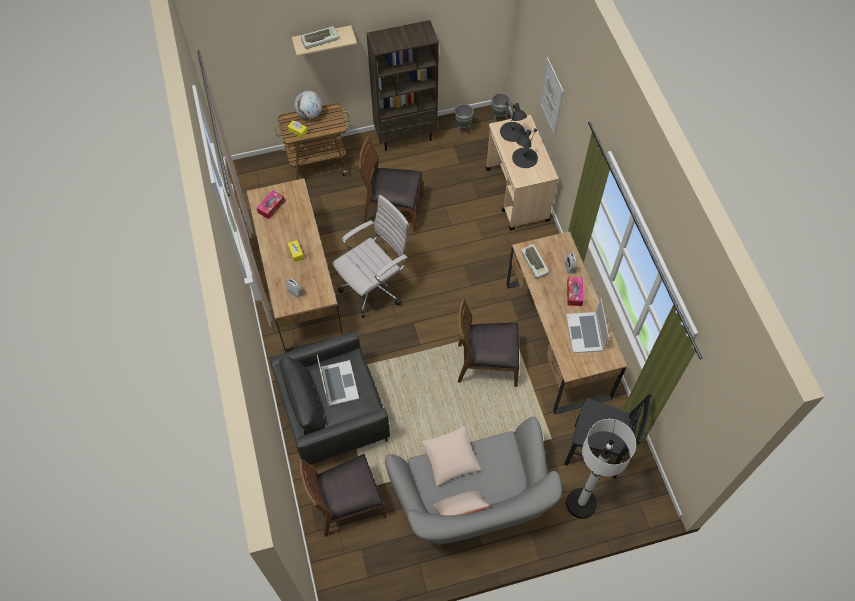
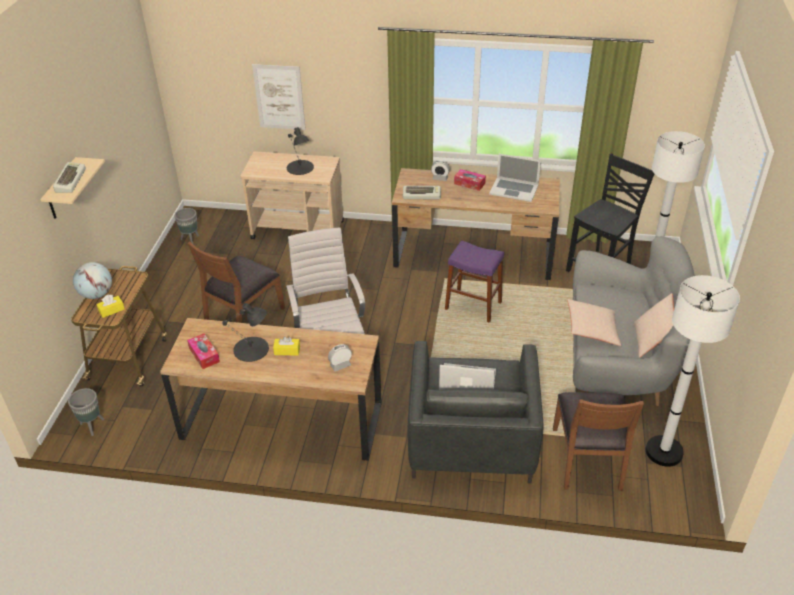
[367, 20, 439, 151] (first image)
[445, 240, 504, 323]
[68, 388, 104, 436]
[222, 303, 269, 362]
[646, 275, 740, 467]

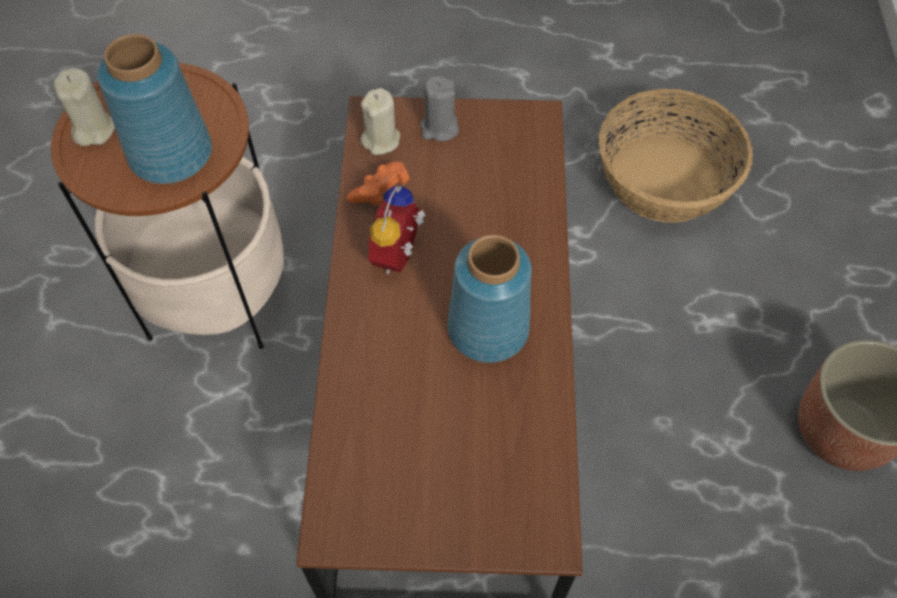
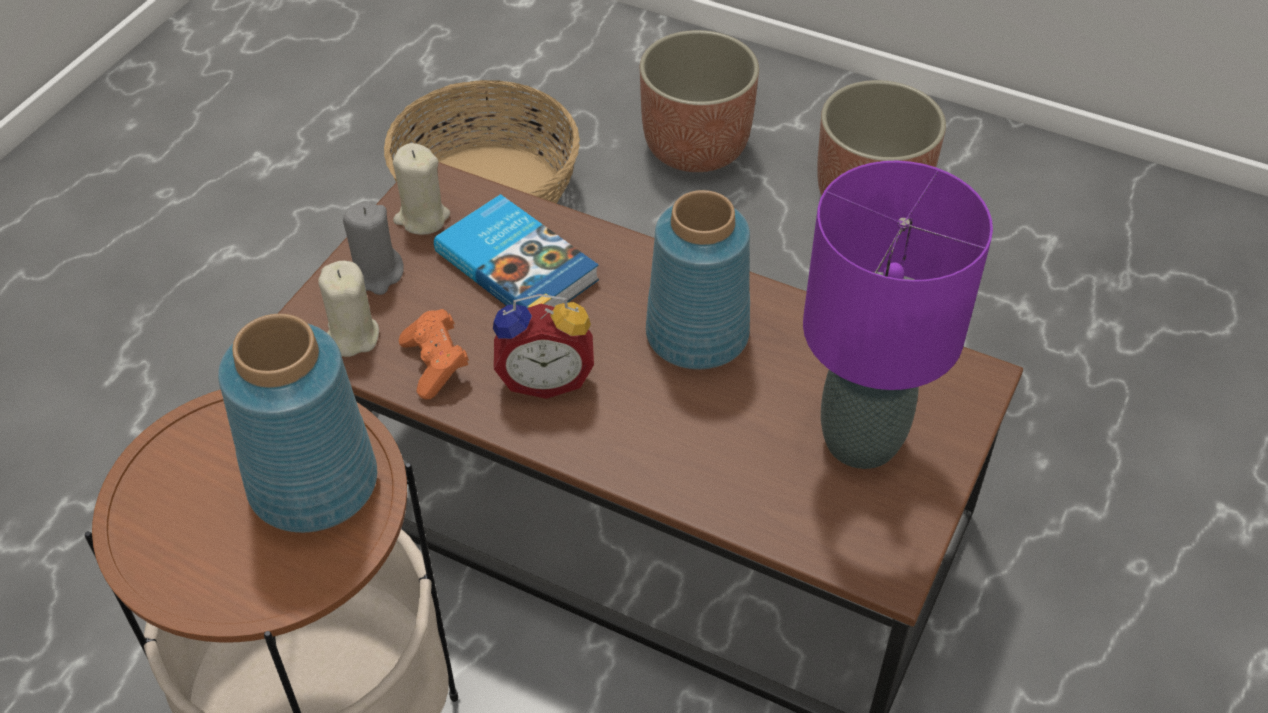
[393, 143, 450, 235]
[493, 294, 594, 399]
[434, 194, 599, 308]
[640, 30, 759, 172]
[803, 161, 993, 469]

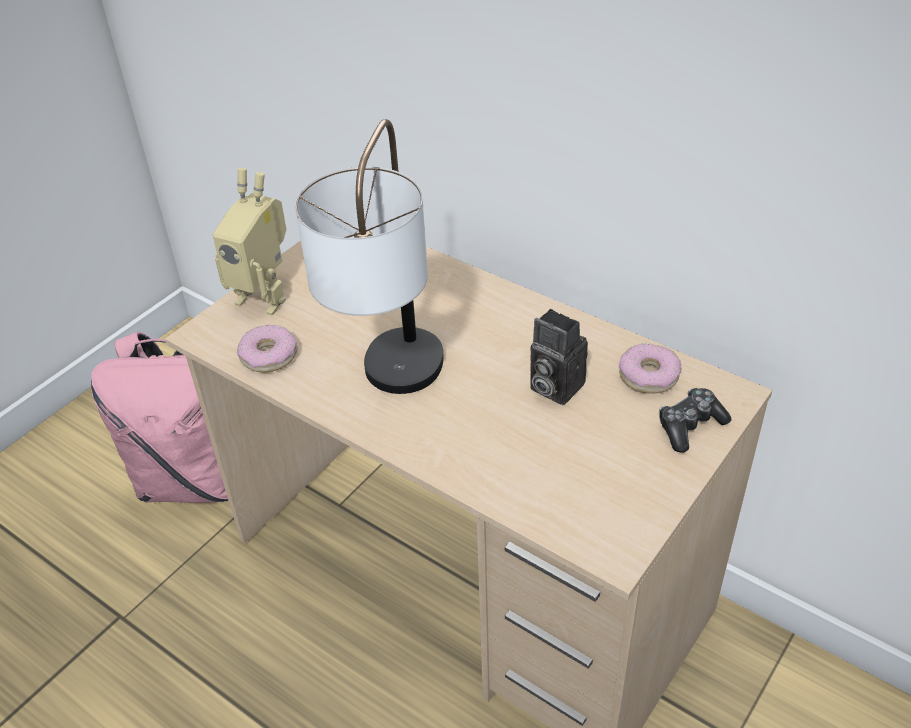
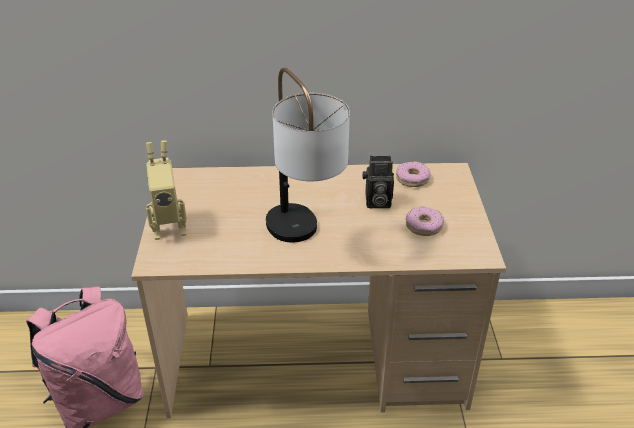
[406, 207, 444, 236]
[659, 388, 732, 453] (first image)

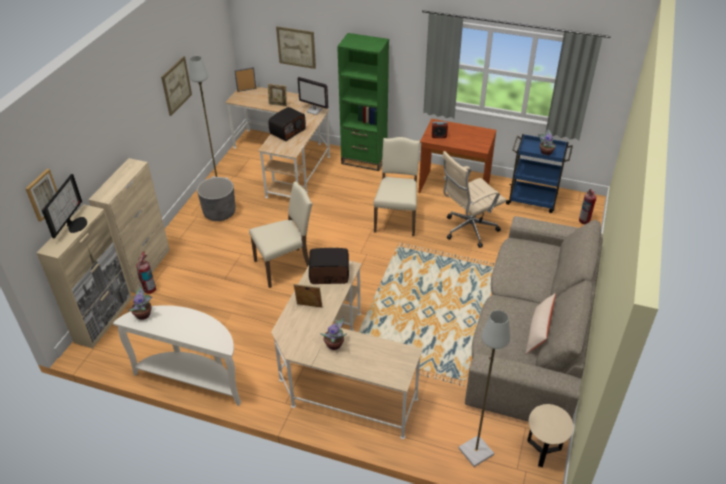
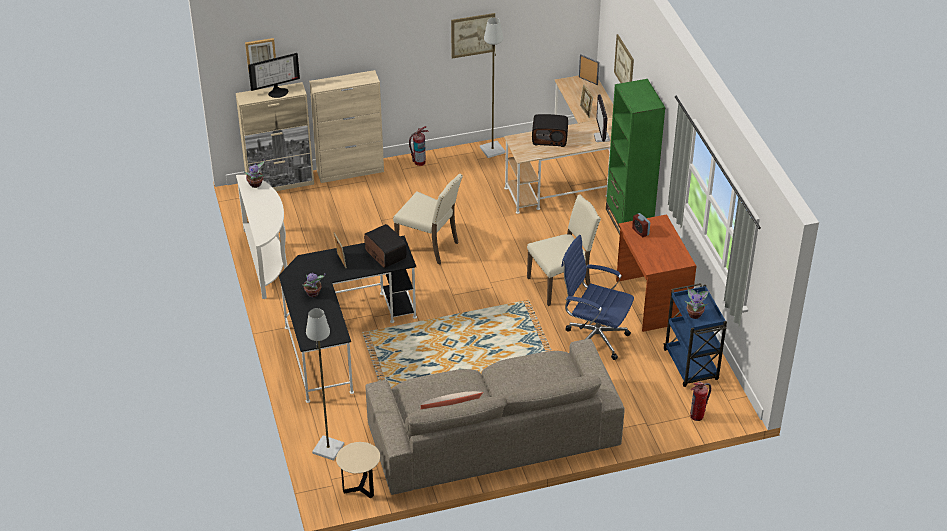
[409, 126, 429, 166]
[197, 177, 236, 221] (first image)
[279, 236, 417, 403]
[561, 235, 634, 360]

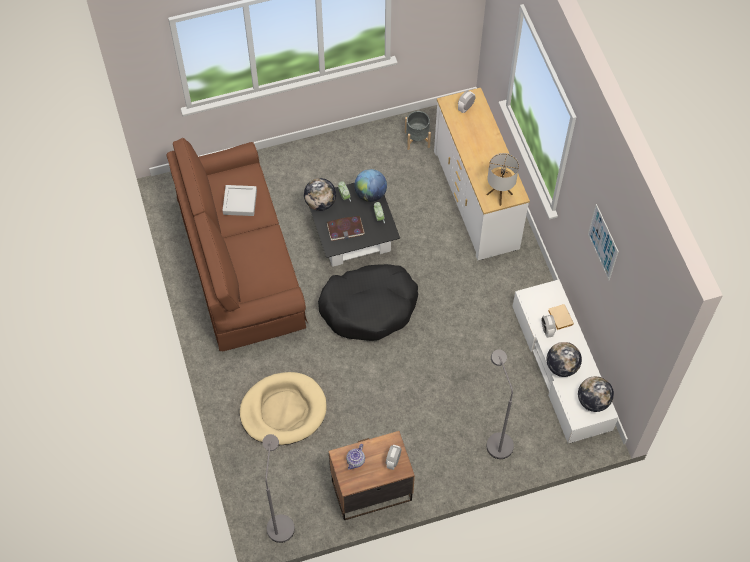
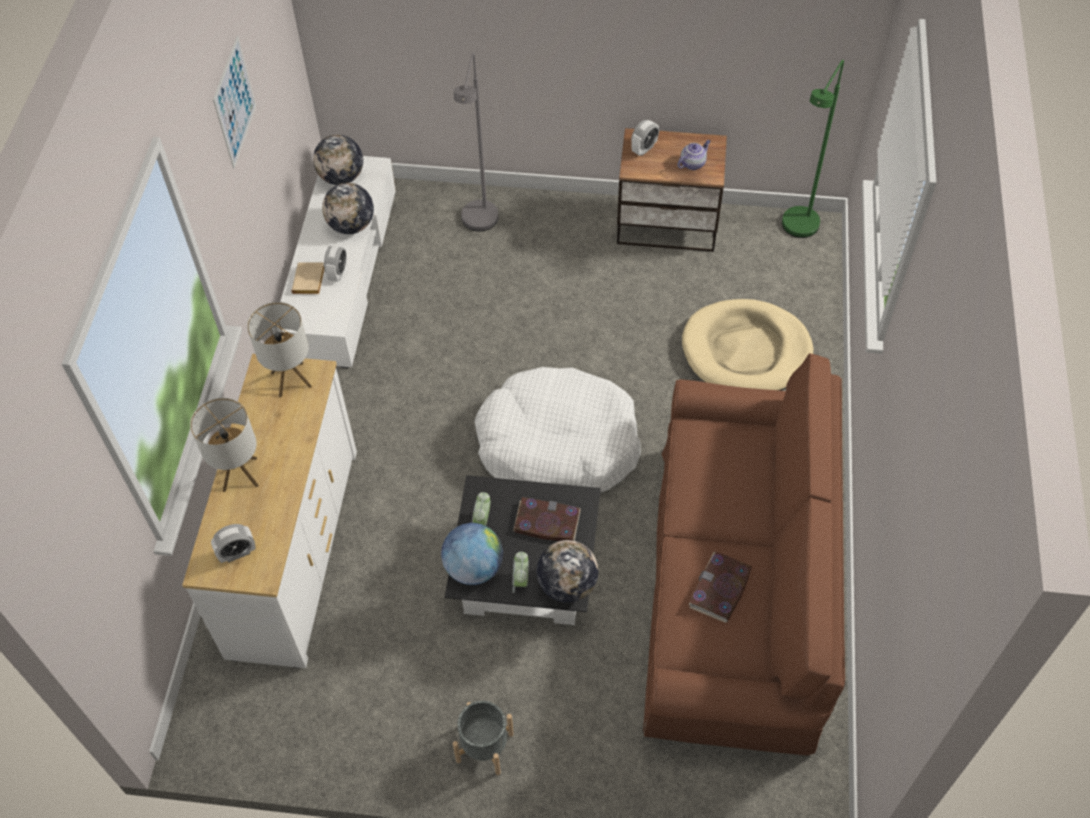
[688, 552, 752, 623]
[782, 60, 844, 238]
[474, 367, 641, 493]
[453, 701, 514, 775]
[190, 398, 259, 492]

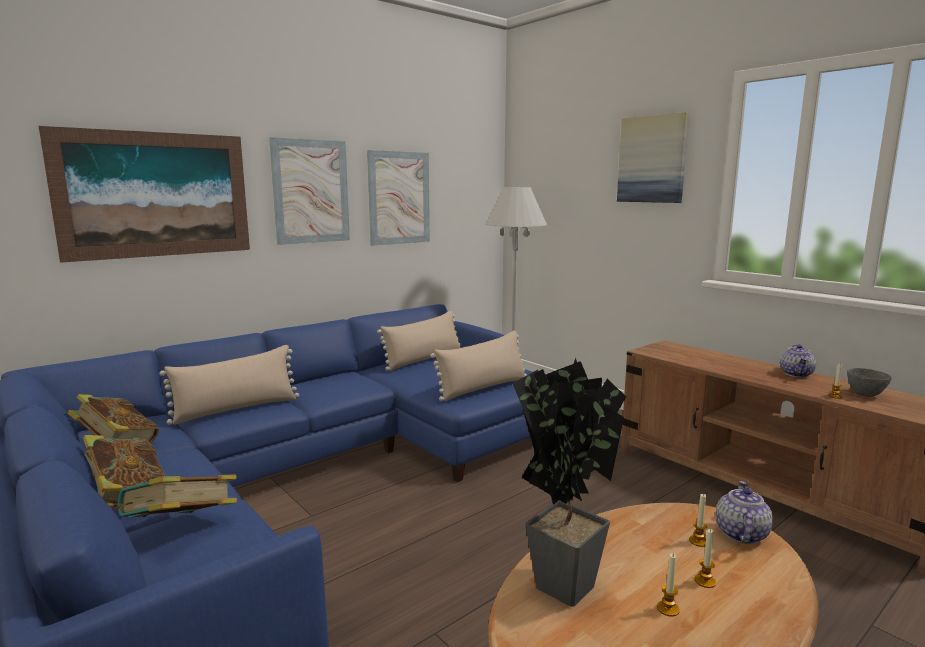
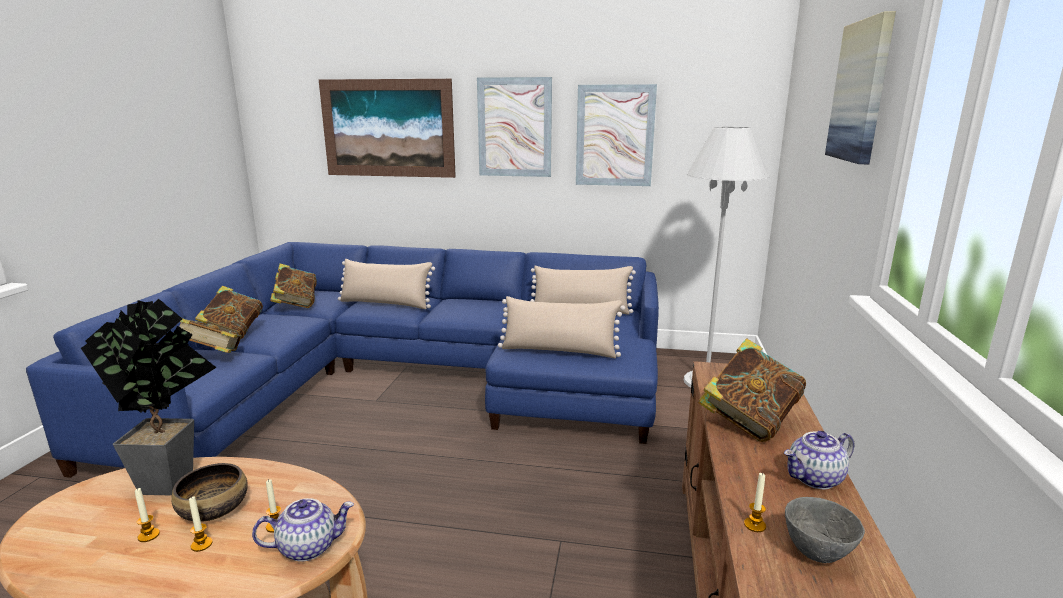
[171, 463, 248, 522]
[698, 338, 806, 442]

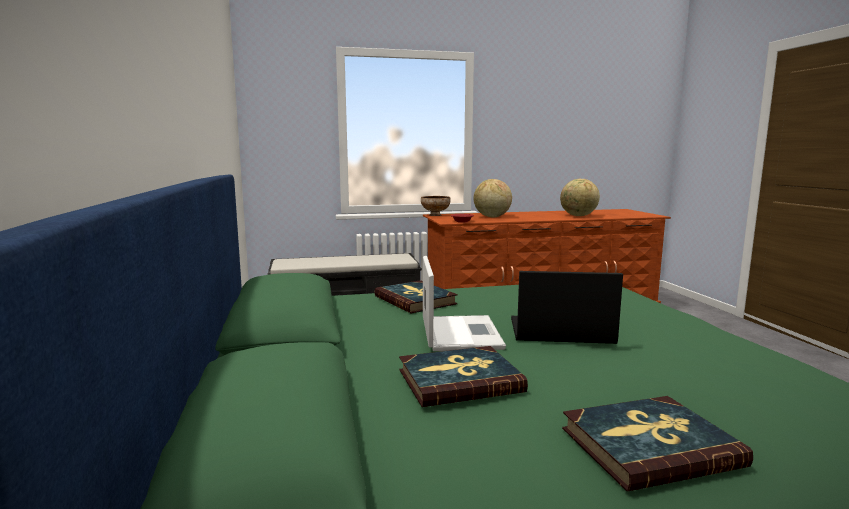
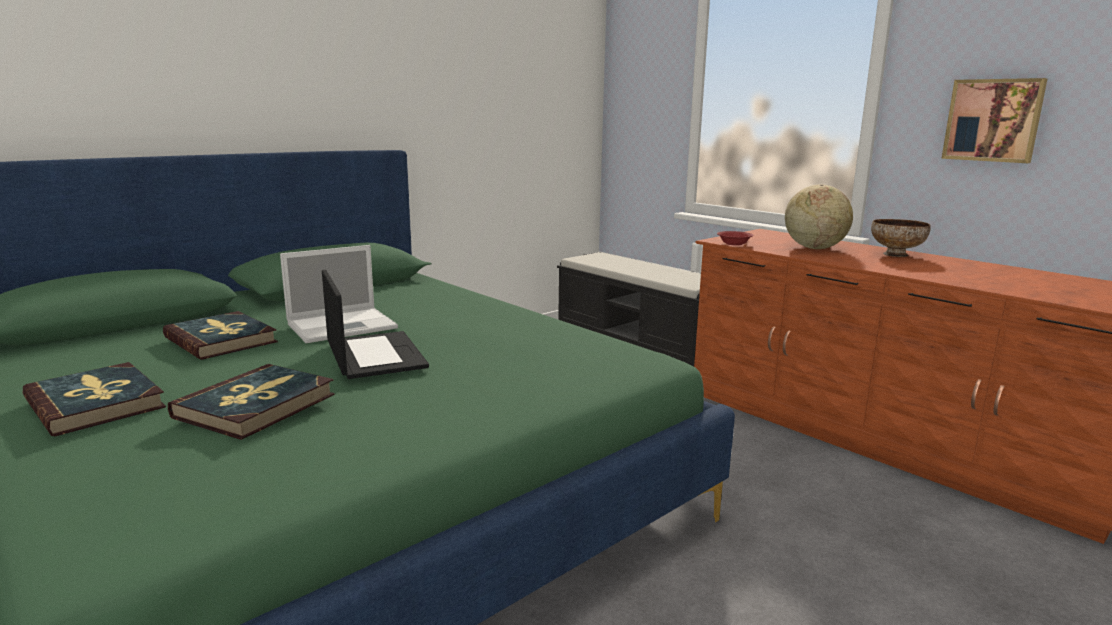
[168, 364, 335, 440]
[871, 219, 931, 257]
[560, 178, 600, 216] (first image)
[941, 78, 1048, 163]

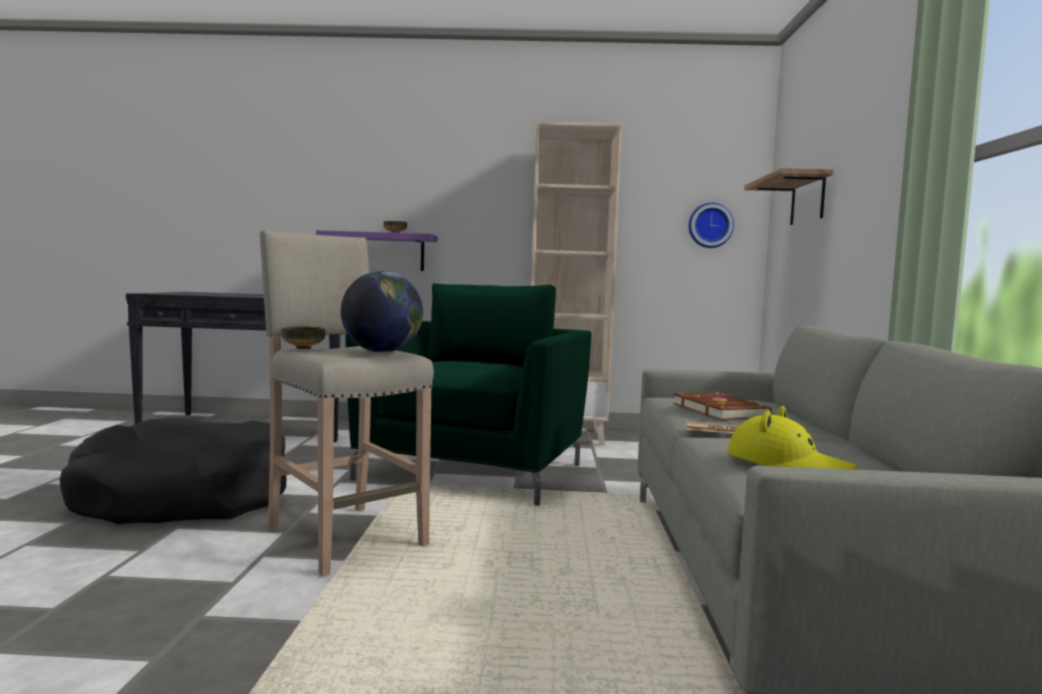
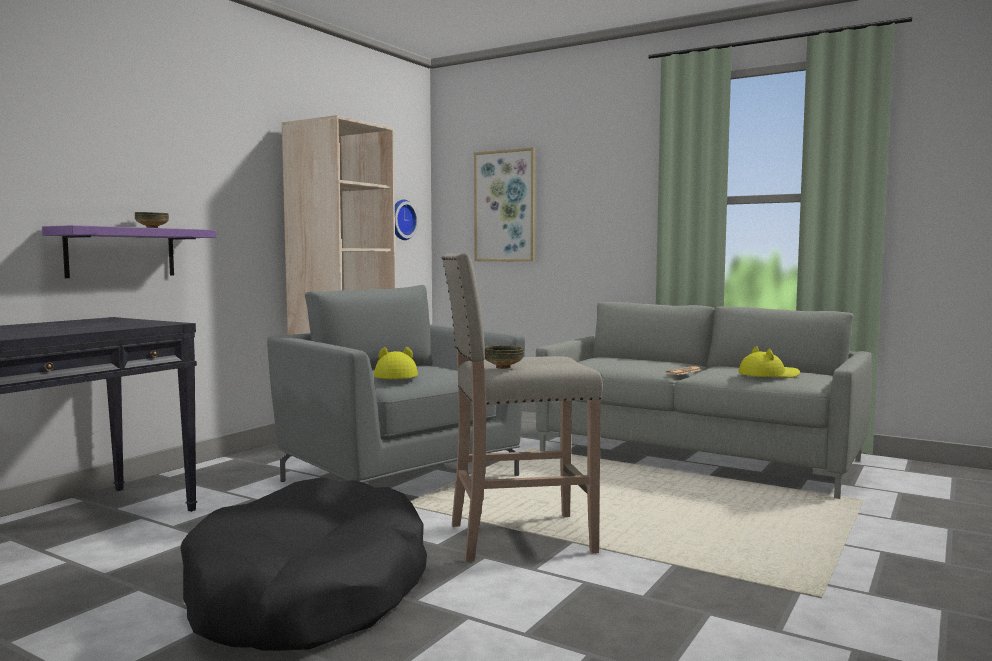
[341, 271, 423, 353] (first image)
[267, 285, 525, 483]
[673, 392, 772, 420] (first image)
[474, 147, 535, 262]
[374, 347, 418, 379]

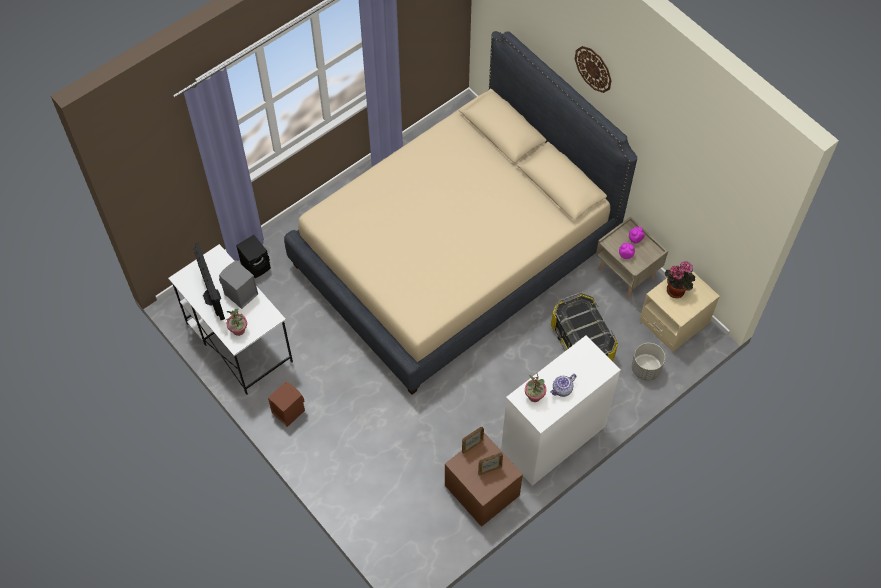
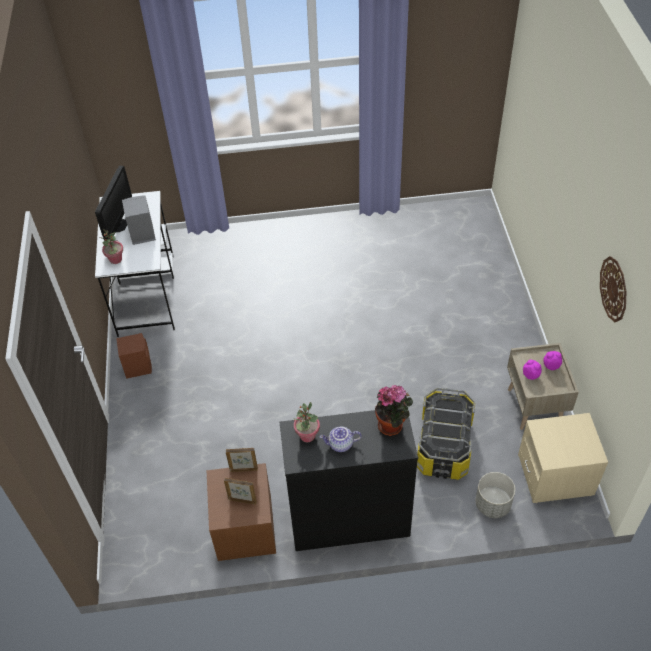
[236, 235, 271, 278] (first image)
[284, 31, 637, 395] (first image)
[280, 410, 418, 551]
[600, 256, 627, 322]
[375, 385, 413, 436]

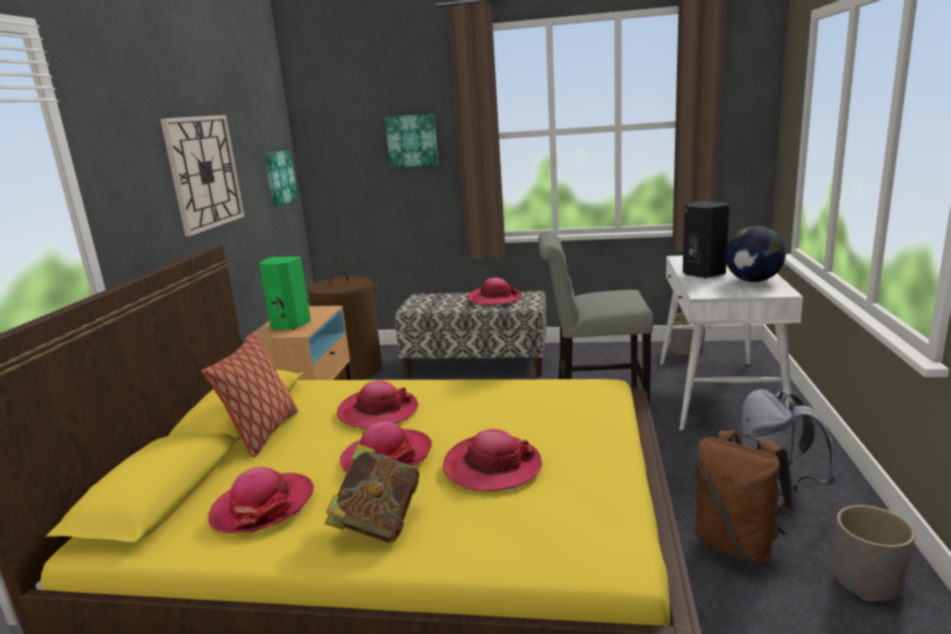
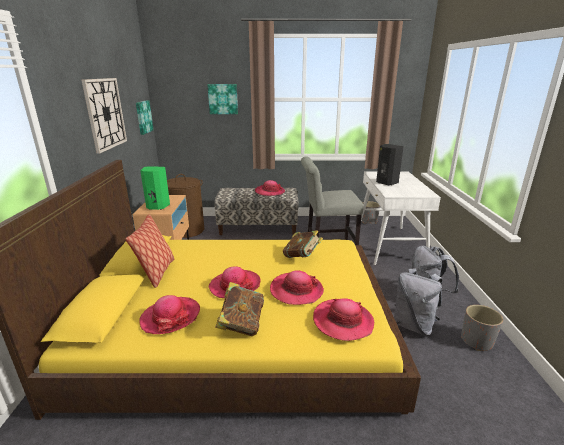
[313, 298, 374, 341]
[394, 268, 443, 336]
[725, 226, 786, 282] (first image)
[283, 230, 323, 258]

